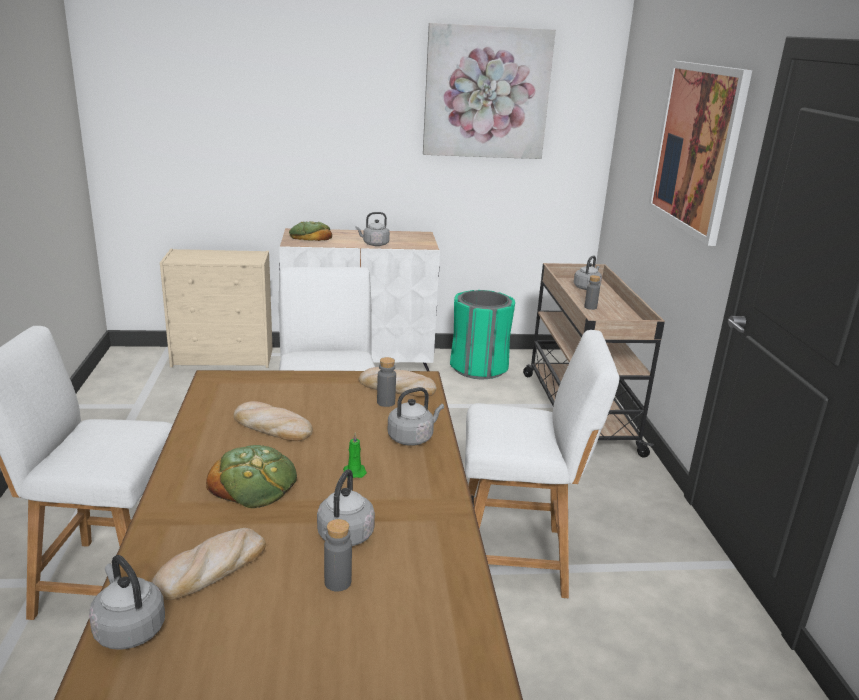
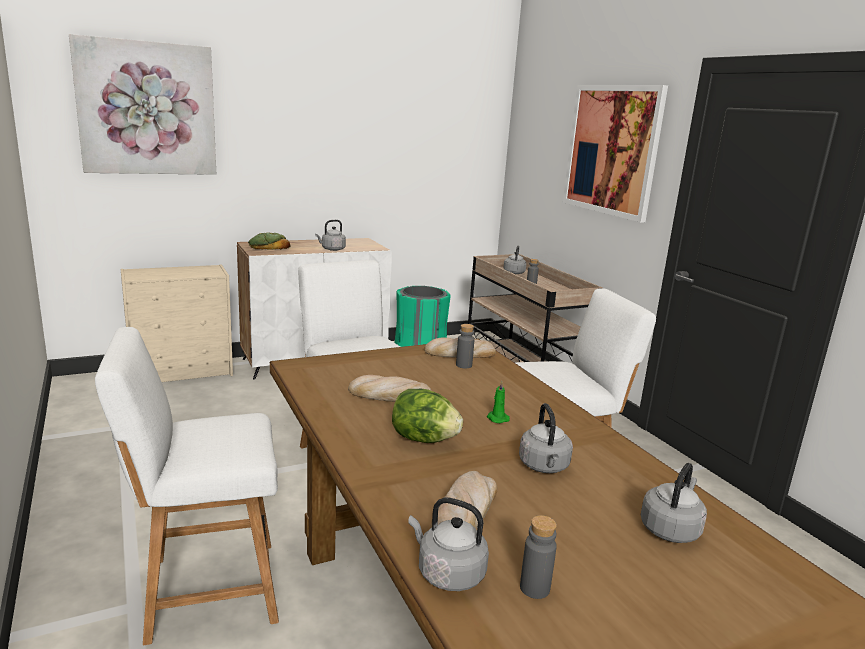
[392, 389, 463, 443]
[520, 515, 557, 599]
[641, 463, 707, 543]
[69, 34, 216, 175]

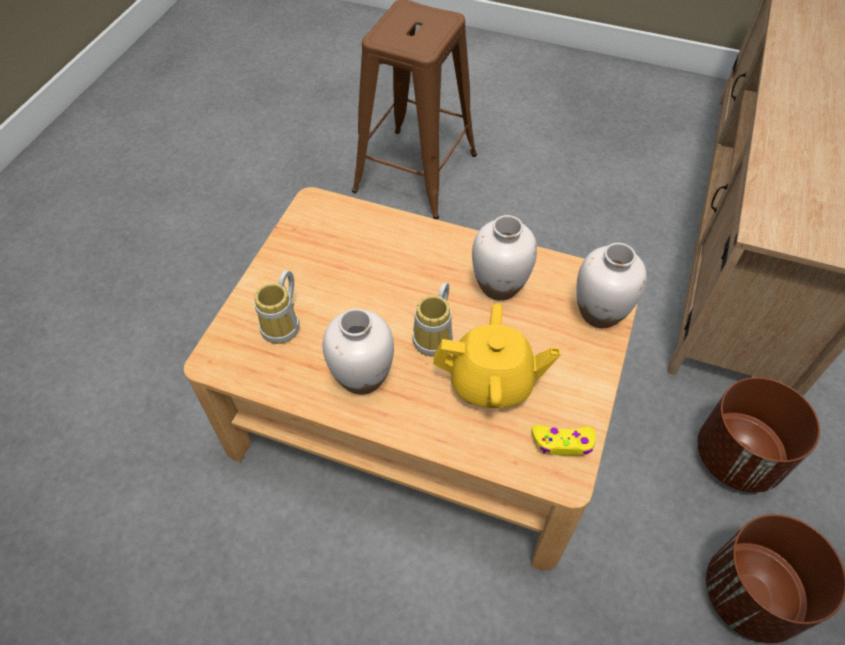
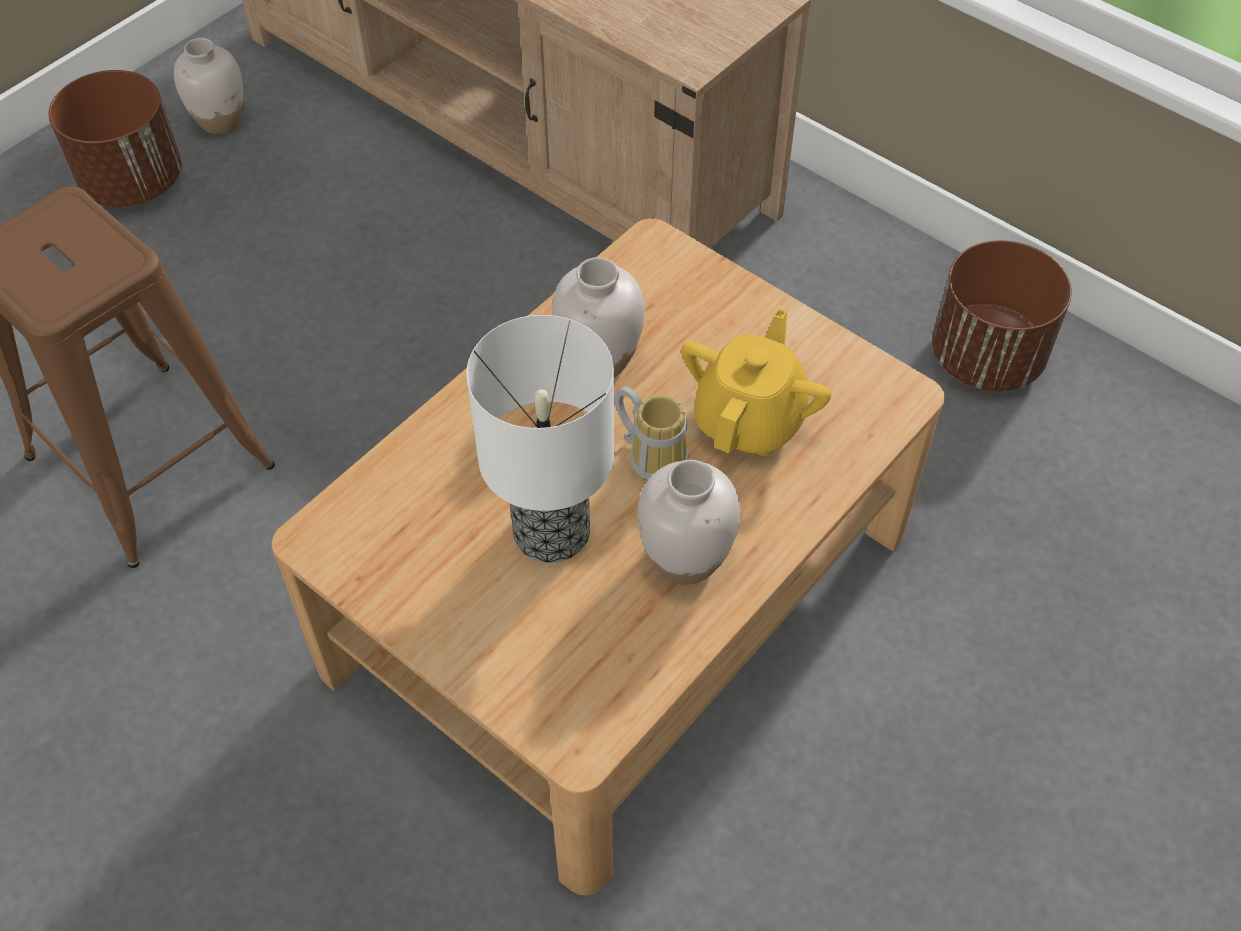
[254, 270, 300, 344] (first image)
[531, 425, 596, 456] (first image)
[174, 38, 243, 134]
[48, 70, 181, 207]
[467, 315, 614, 563]

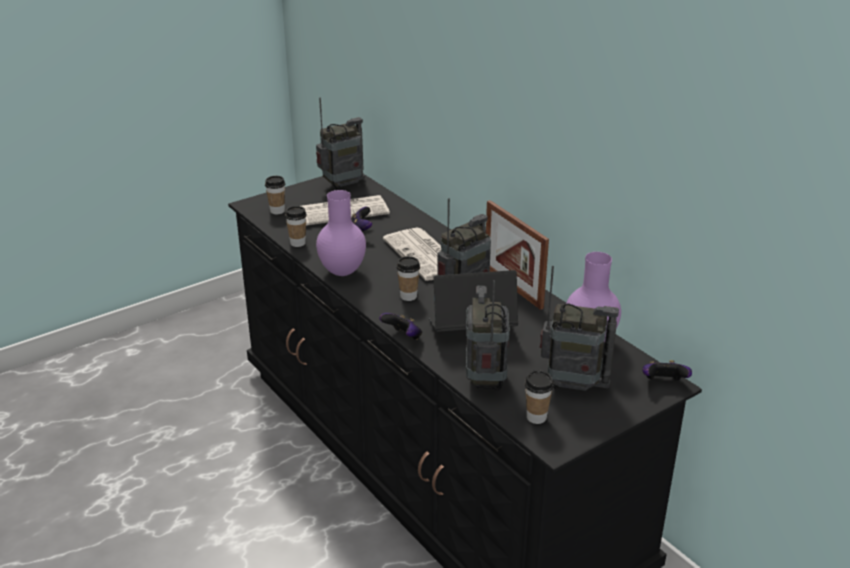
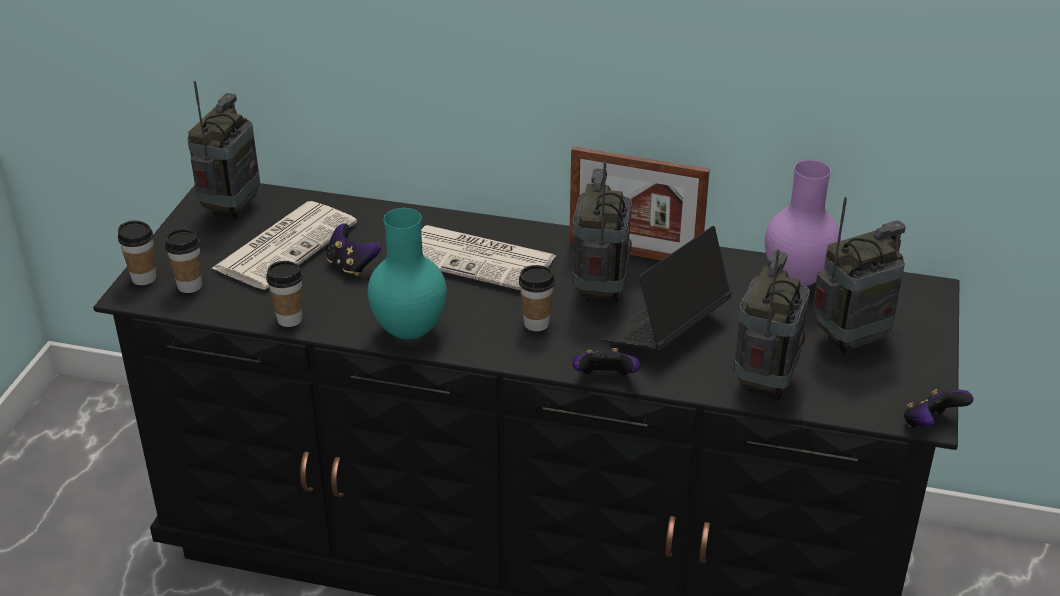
[368, 208, 447, 340]
[734, 249, 810, 400]
[118, 220, 156, 285]
[903, 389, 973, 428]

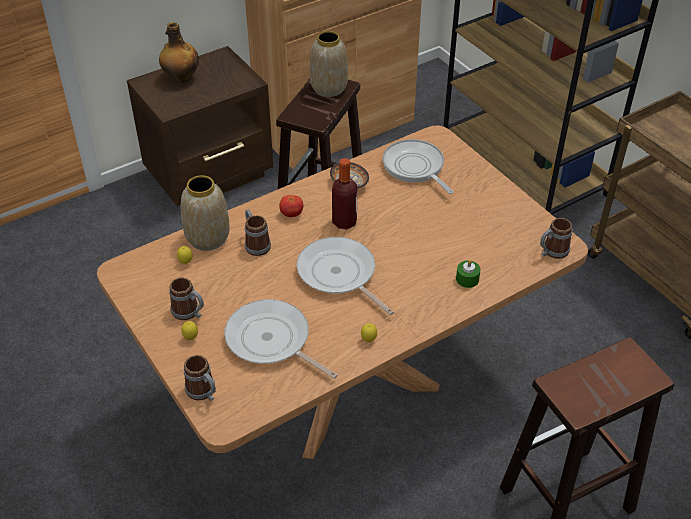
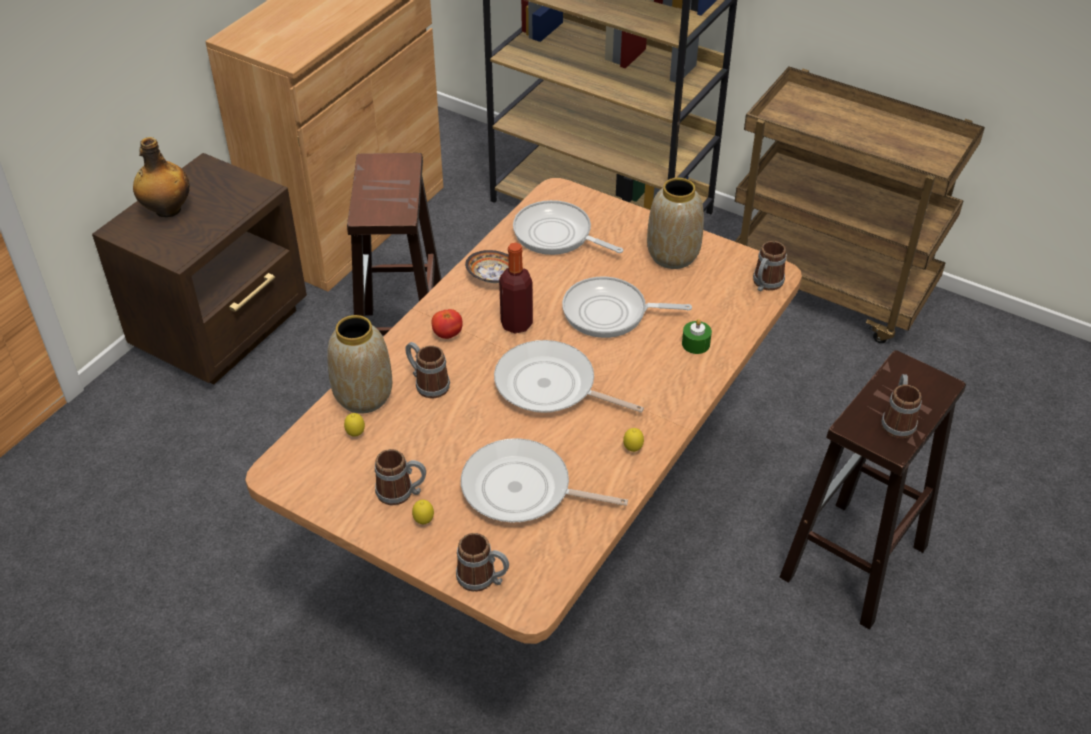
[647, 178, 704, 269]
[562, 277, 692, 338]
[881, 374, 922, 438]

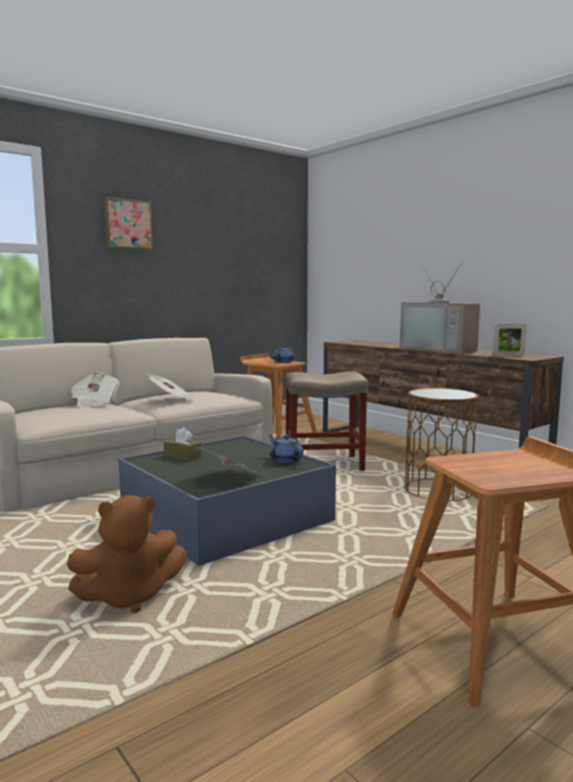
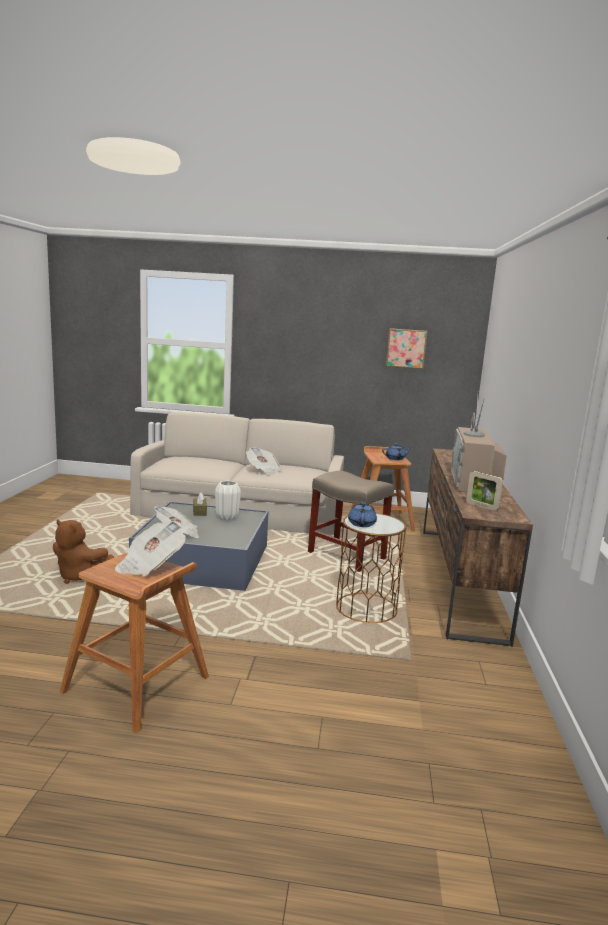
[115, 521, 186, 576]
[386, 328, 427, 369]
[348, 500, 377, 527]
[215, 481, 241, 521]

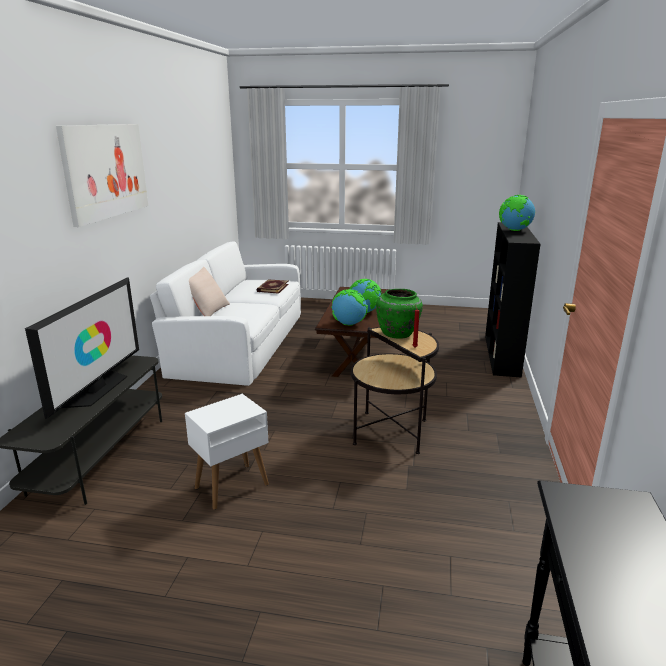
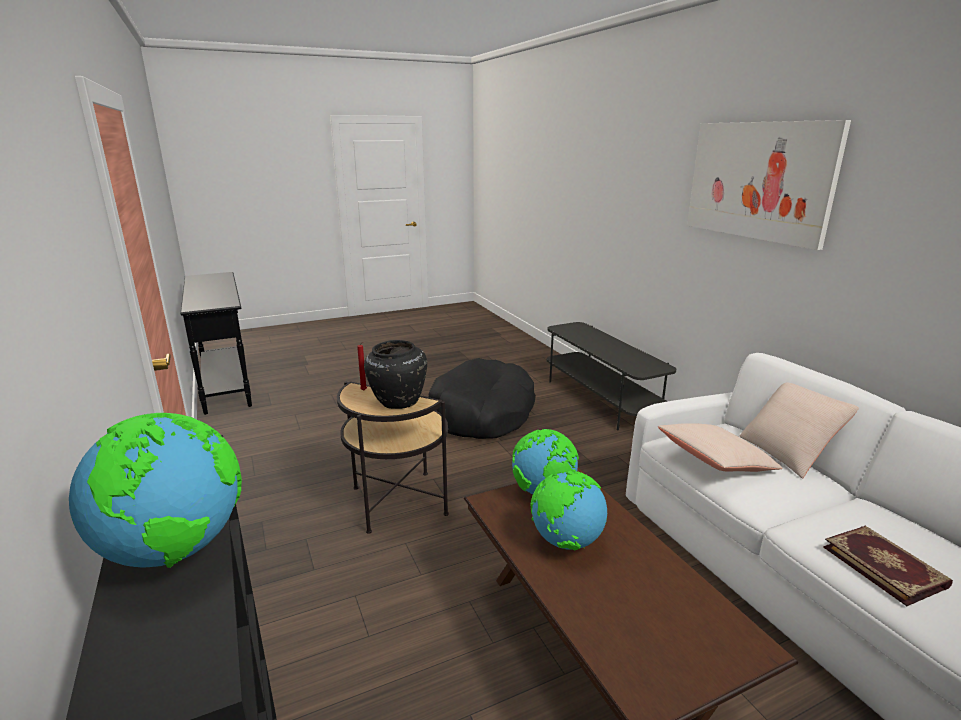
[25, 277, 139, 419] (first image)
[429, 358, 536, 439]
[364, 340, 427, 409]
[658, 423, 782, 472]

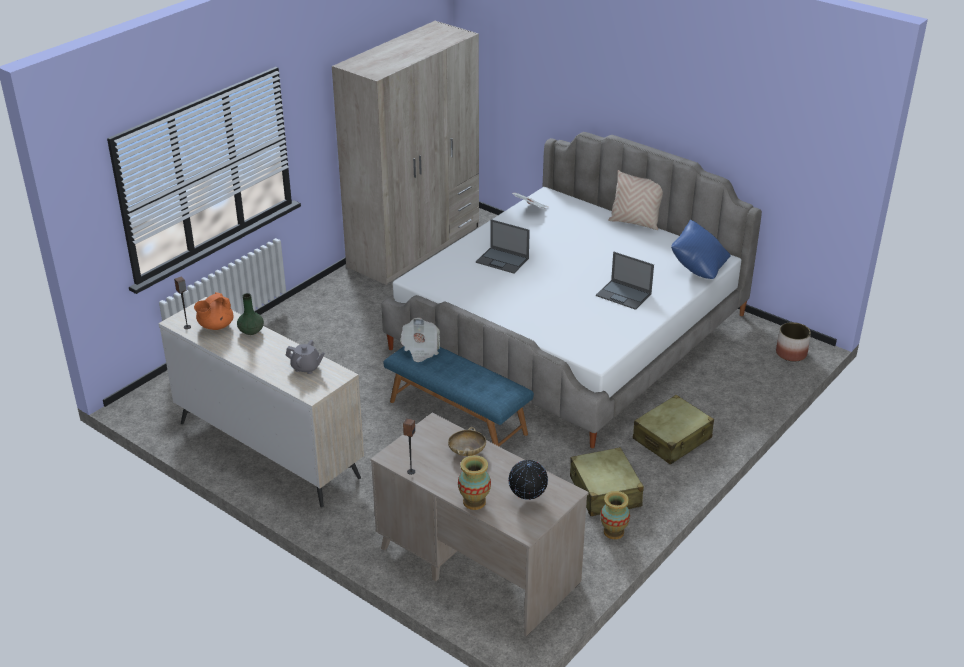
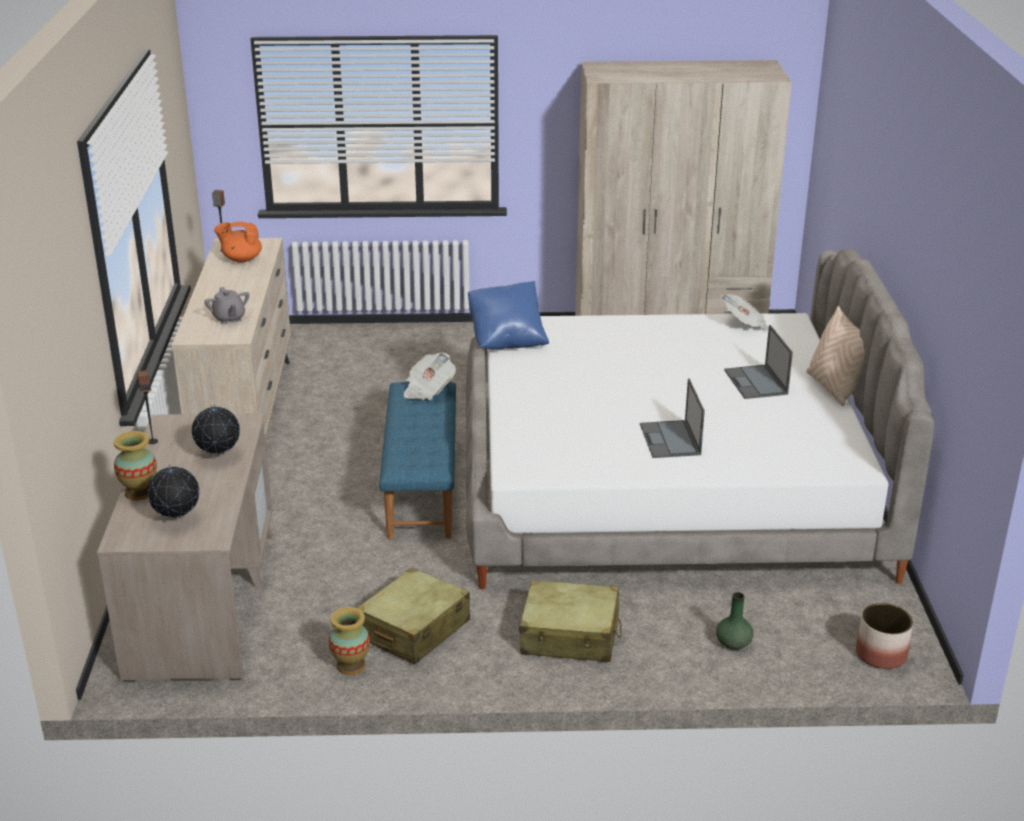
[716, 592, 754, 650]
[192, 404, 240, 457]
[724, 325, 793, 399]
[468, 281, 549, 349]

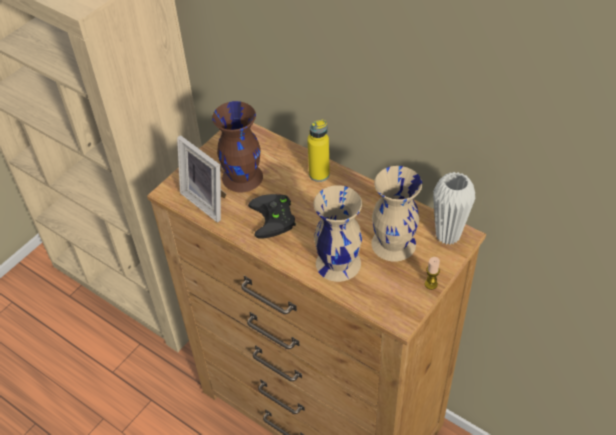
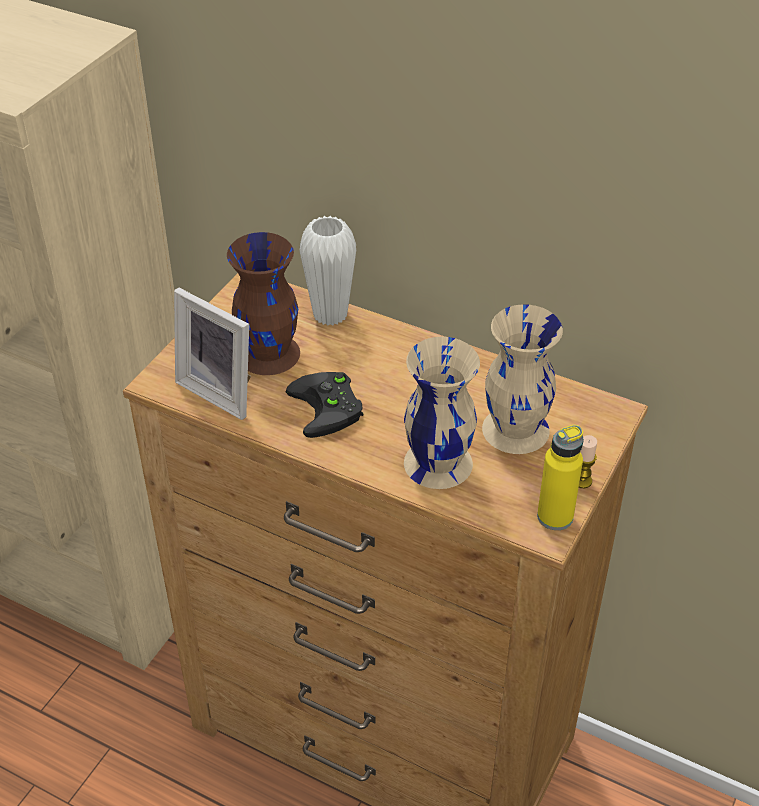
[537, 425, 584, 530]
[299, 216, 356, 326]

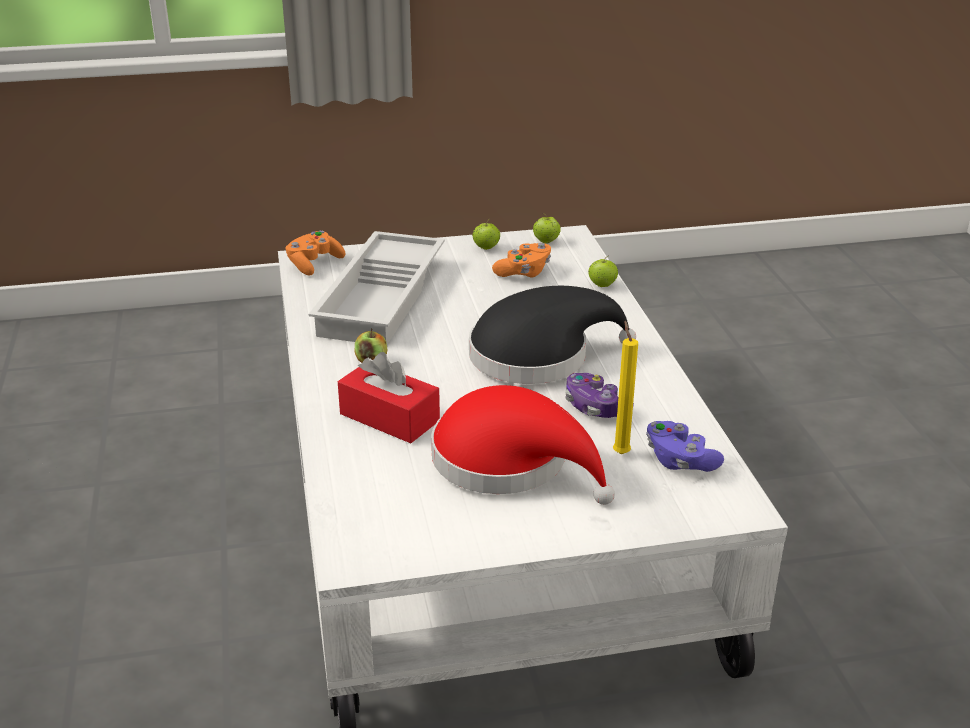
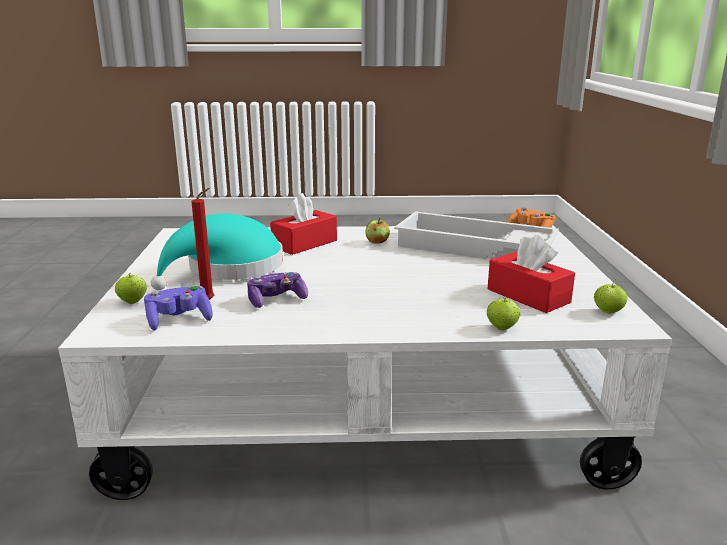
[151, 213, 283, 290]
[469, 286, 636, 384] (first image)
[115, 273, 147, 304]
[488, 235, 575, 313]
[191, 188, 214, 300]

